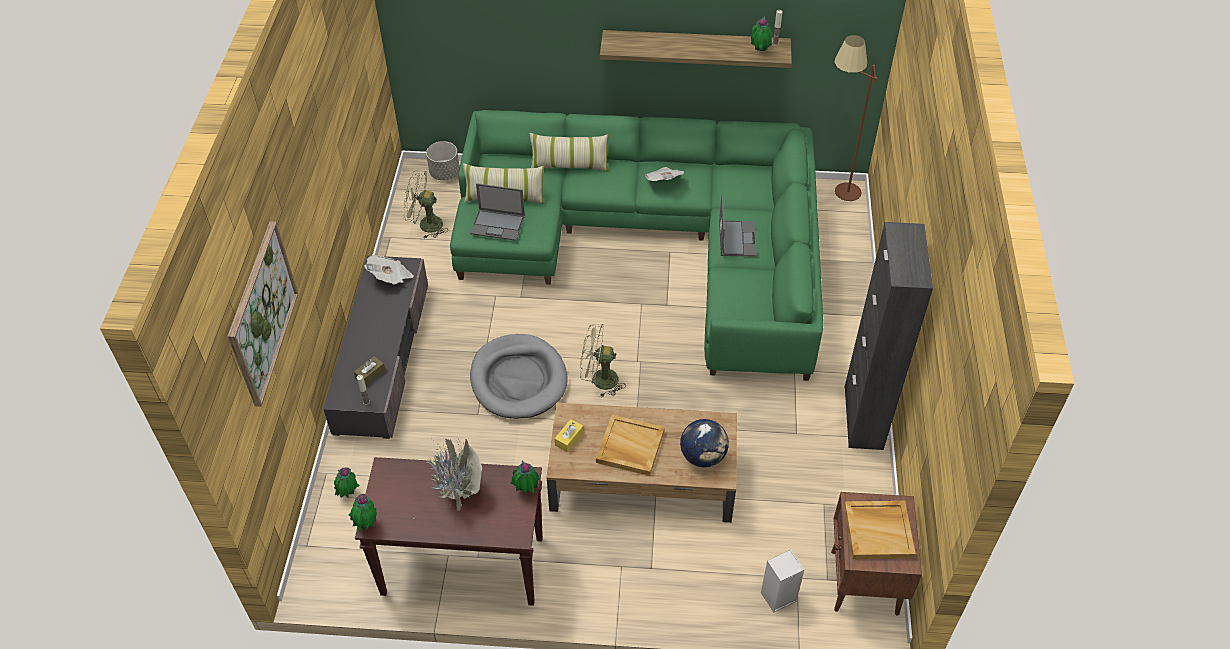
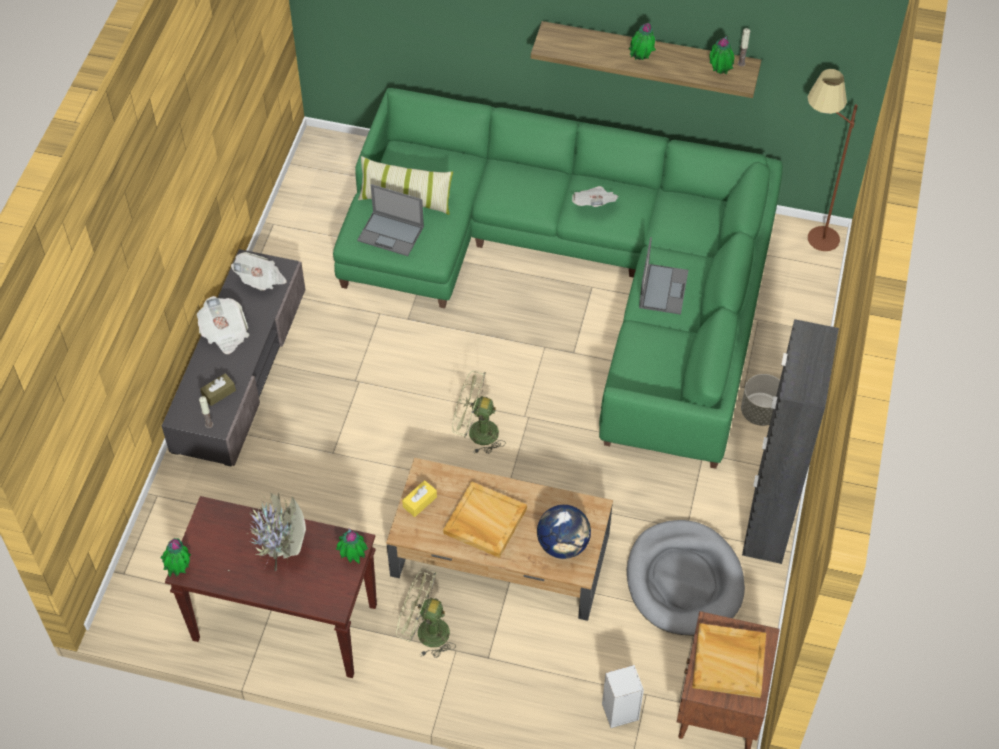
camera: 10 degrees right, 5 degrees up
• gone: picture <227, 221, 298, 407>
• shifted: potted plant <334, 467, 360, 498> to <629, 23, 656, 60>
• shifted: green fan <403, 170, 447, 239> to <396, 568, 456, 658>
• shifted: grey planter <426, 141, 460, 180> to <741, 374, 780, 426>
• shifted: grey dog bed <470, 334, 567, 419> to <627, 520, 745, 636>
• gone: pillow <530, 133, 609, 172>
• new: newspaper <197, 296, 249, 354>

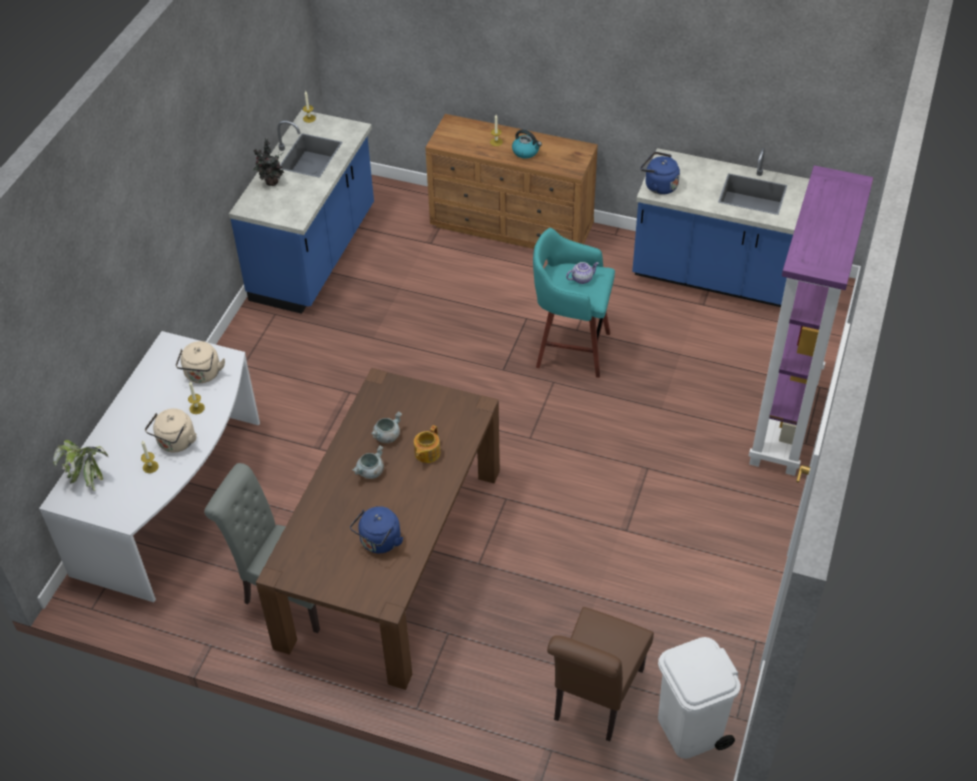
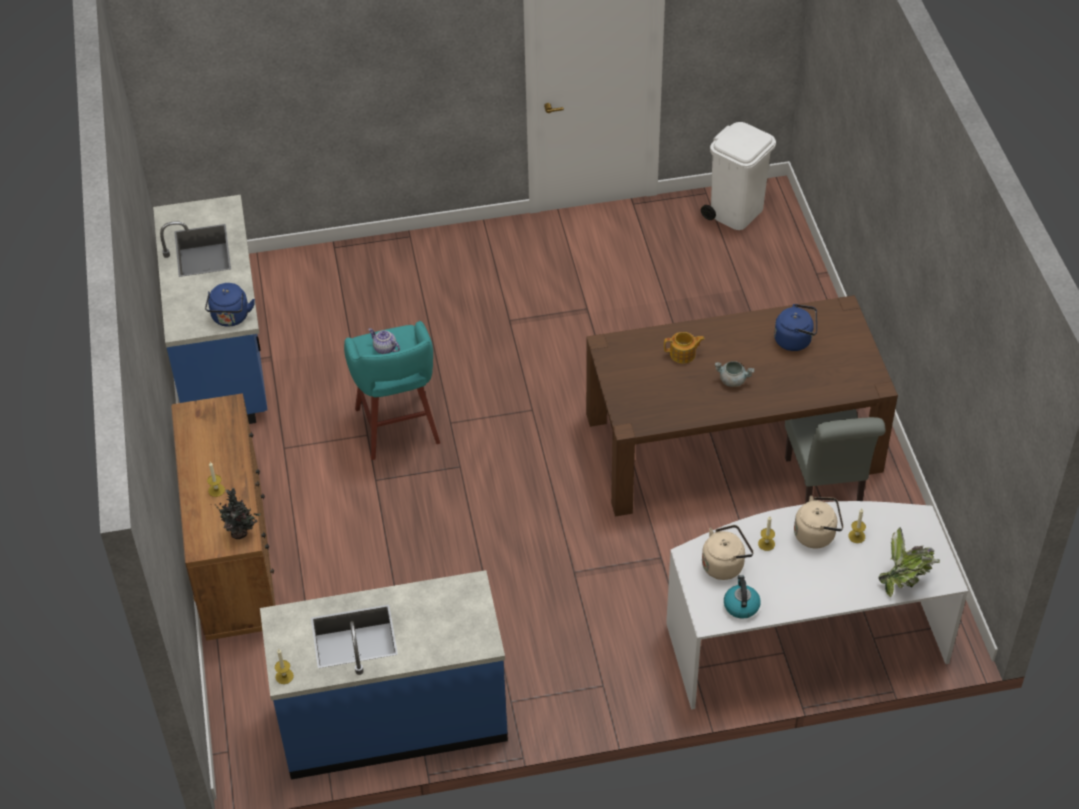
camera: 120 degrees left, 0 degrees up
• shifted: potted plant <253, 138, 284, 186> to <215, 488, 261, 539>
• gone: grey cooking pot <371, 411, 402, 443>
• shifted: kettle <512, 129, 542, 158> to <724, 575, 761, 619>
• gone: brown chair <547, 607, 654, 741>
• gone: purple bookcase <749, 165, 874, 476>

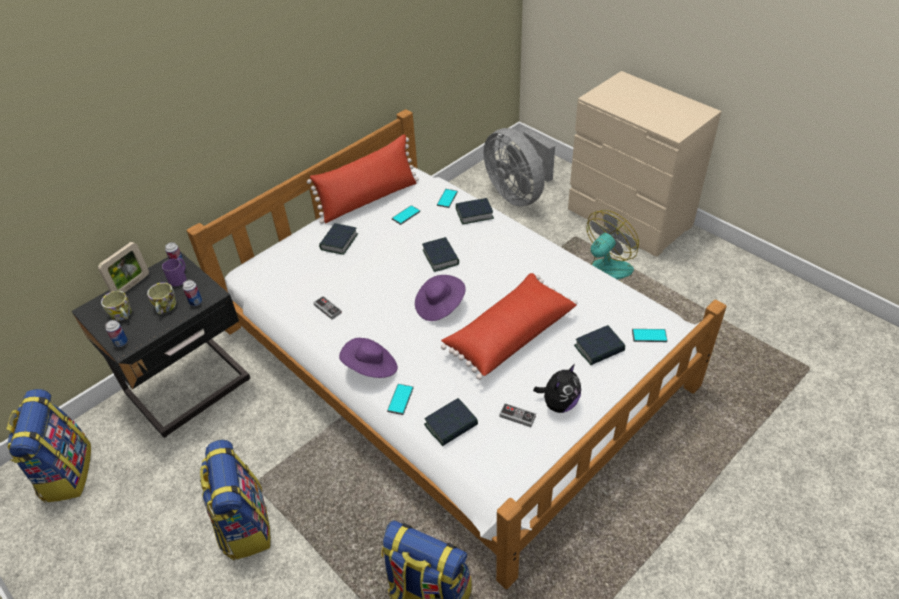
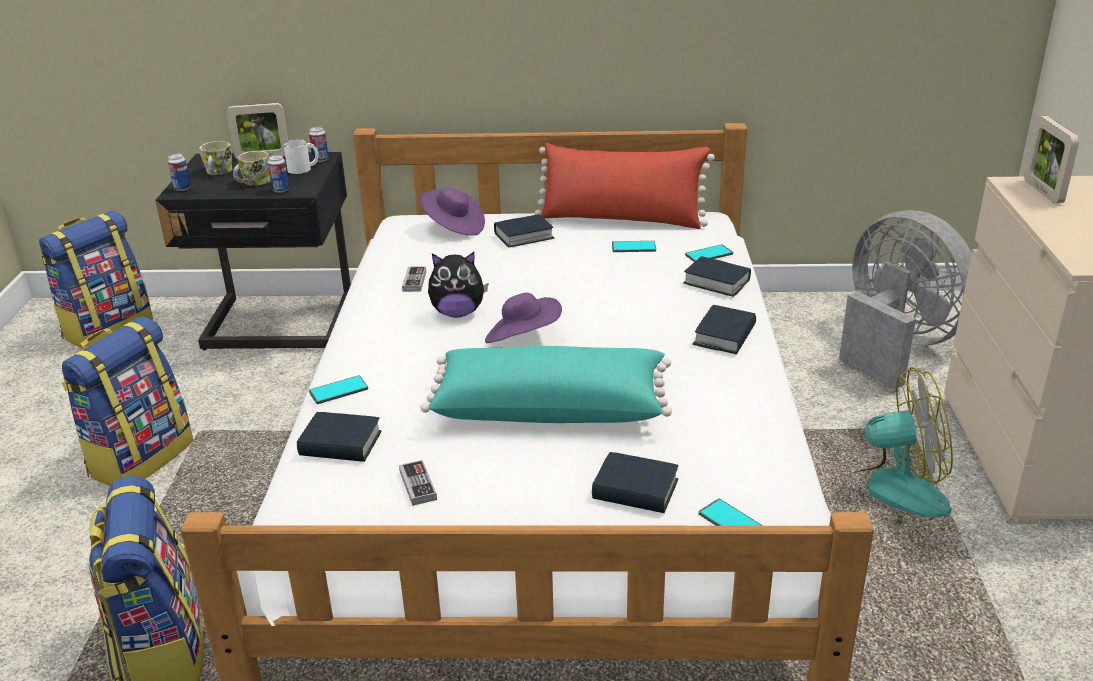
camera: 45 degrees right, 15 degrees down
• repainted: purple mug <162, 258, 187, 286> to white mug <284, 139, 319, 174>
• shifted: purple hat <339, 338, 398, 378> to <420, 187, 485, 236>
• shifted: book <422, 237, 459, 272> to <693, 305, 756, 354>
• repainted: red pillow <441, 273, 578, 380> to turquoise pillow <420, 346, 672, 423>
• rotated: grey fan <484, 128, 555, 206> = <839, 210, 972, 390> 135 degrees clockwise
• shifted: plush toy <533, 364, 581, 413> to <428, 252, 489, 318>
• new: picture frame <1024, 116, 1079, 203>

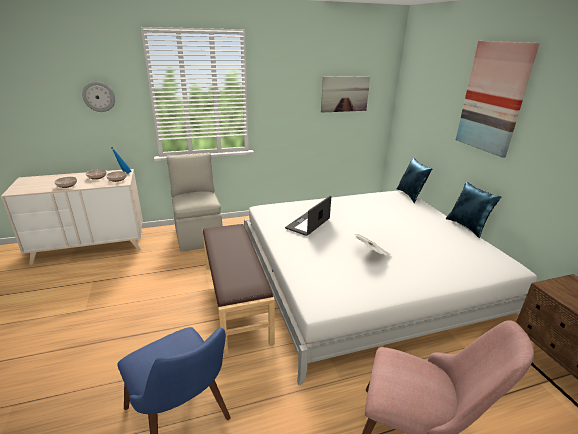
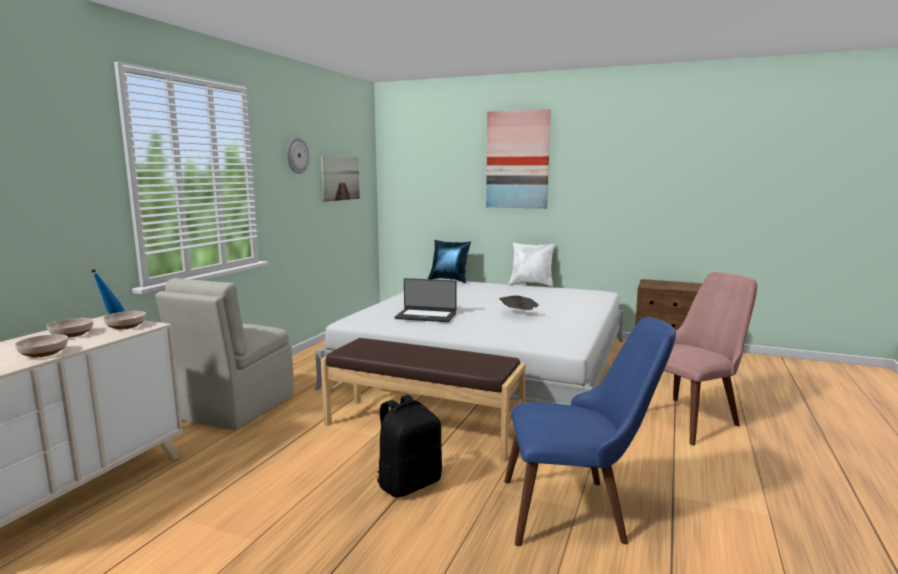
camera: 50 degrees left, 15 degrees down
• shifted: wall clock <82, 81, 115, 112> to <287, 137, 309, 174>
• rotated: beige chair <166, 153, 223, 251> = <155, 278, 294, 430> 90 degrees counterclockwise
• rotated: laptop <285, 196, 331, 236> = <394, 278, 456, 322> 60 degrees counterclockwise
• repainted: blue pillow <446, 182, 501, 238> to white pillow <509, 243, 555, 287>
• new: black backpack <377, 395, 442, 497>

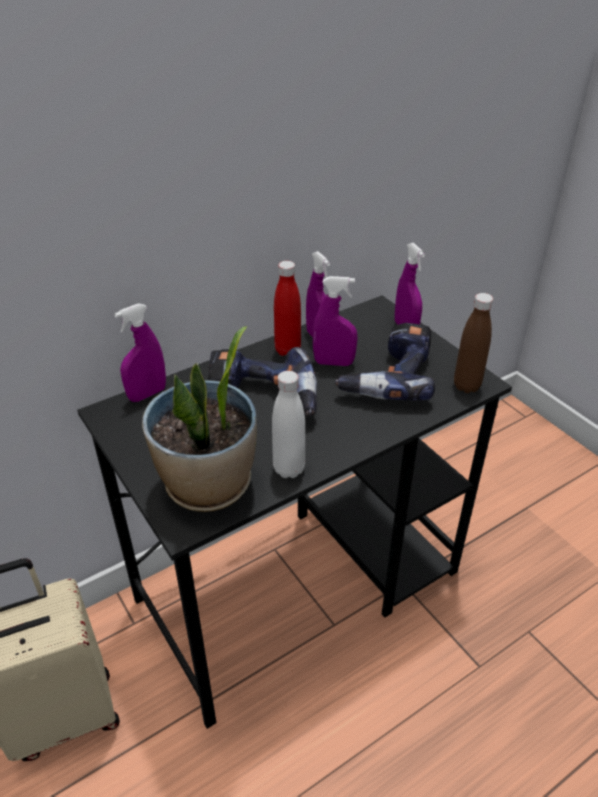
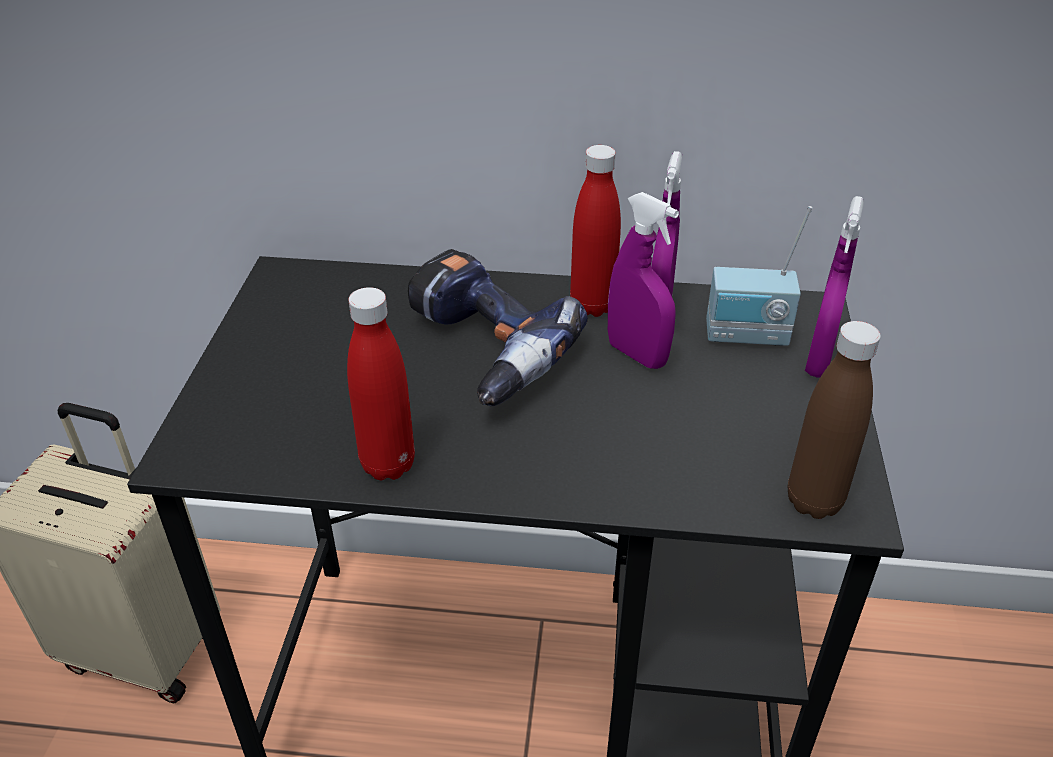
camera: 40 degrees right, 0 degrees up
• gone: purple spray bottle <114, 303, 166, 402>
• gone: potted plant <142, 326, 257, 512>
• repainted: white bottle <272, 371, 305, 478> to red bottle <347, 287, 415, 480>
• gone: power drill <335, 323, 435, 401>
• new: radio <706, 206, 813, 346>

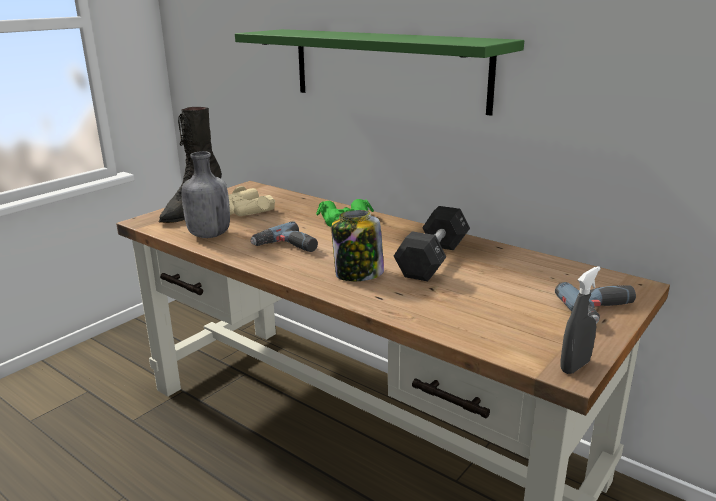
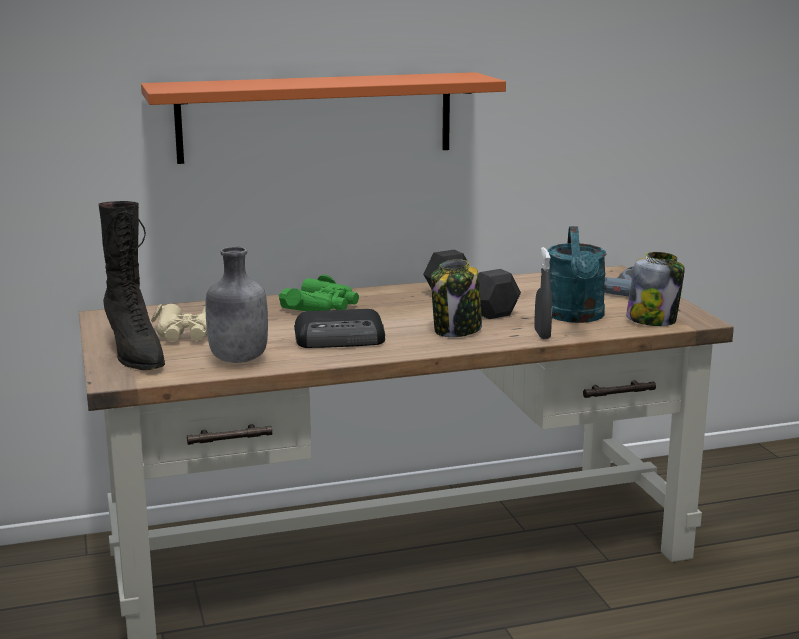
camera: 55 degrees left, 5 degrees down
• repainted: green shelf <235, 29, 524, 116> to orange shelf <141, 72, 506, 164>
• swapped: power drill <250, 221, 318, 252> to radio <294, 309, 385, 348>
• shifted: grey spray bottle <560, 266, 601, 374> to <534, 247, 552, 339>
• new: turquoise watering can <548, 226, 607, 323>
• new: jar <626, 252, 685, 326>

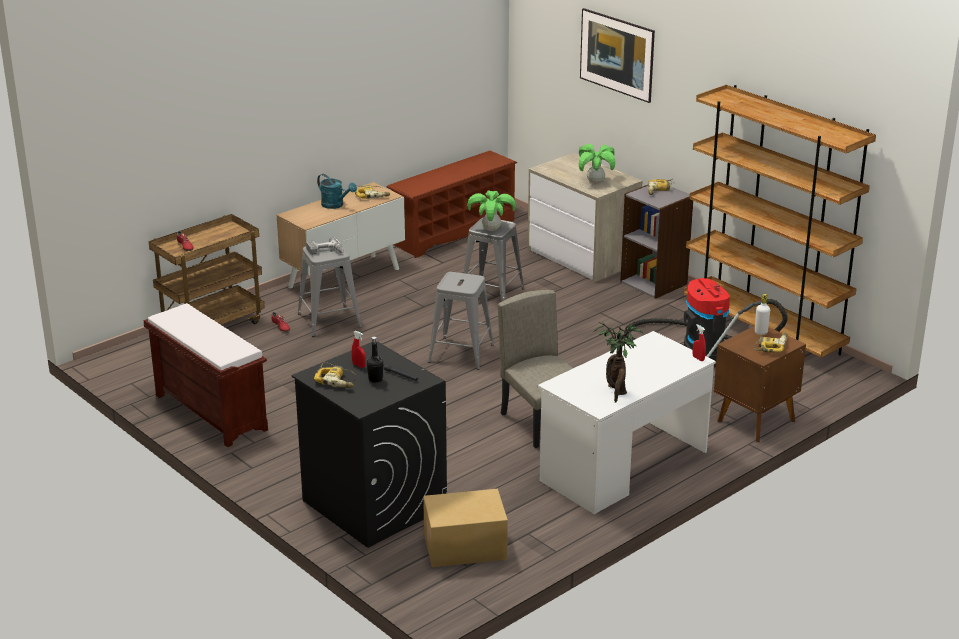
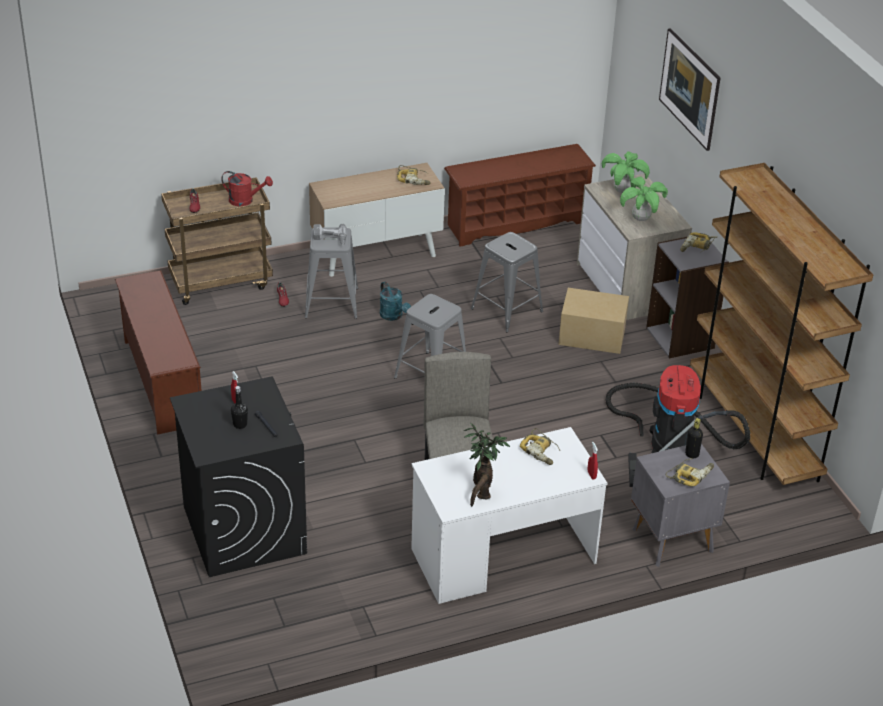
camera: 20 degrees right, 10 degrees up
• swapped: brown bench <144, 303, 268, 447> to brown shoe rack <115, 270, 202, 435>
• shifted: power drill <314, 362, 356, 388> to <520, 428, 560, 465>
• shifted: turquoise watering can <317, 174, 357, 209> to <380, 282, 411, 321>
• shifted: cardboard box <423, 489, 508, 567> to <559, 288, 629, 354>
• shifted: potted plant <467, 190, 516, 231> to <602, 151, 650, 193>
• repainted: brown nightstand <714, 326, 806, 442> to grey nightstand <631, 444, 730, 567>
• repainted: white bottle <755, 294, 770, 335> to black bottle <685, 418, 703, 458>
• new: red watering can <221, 171, 273, 207>

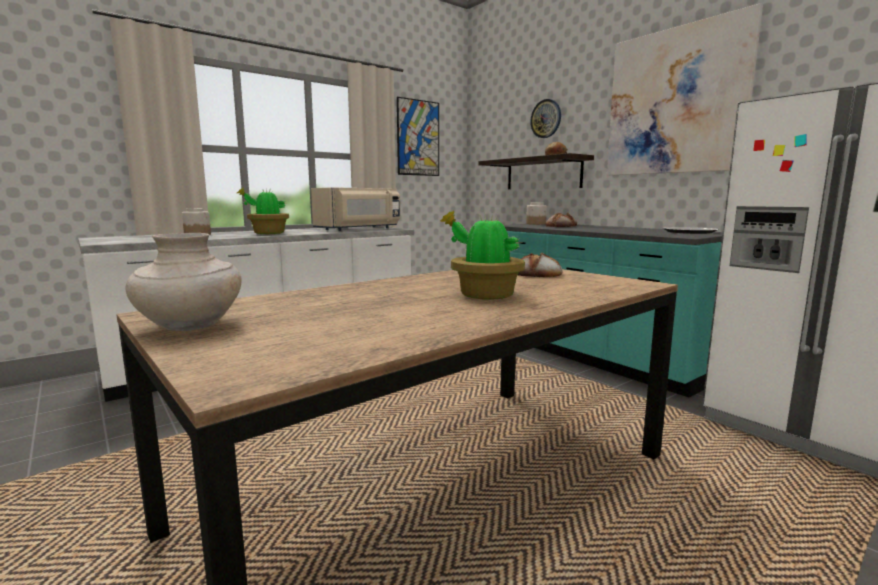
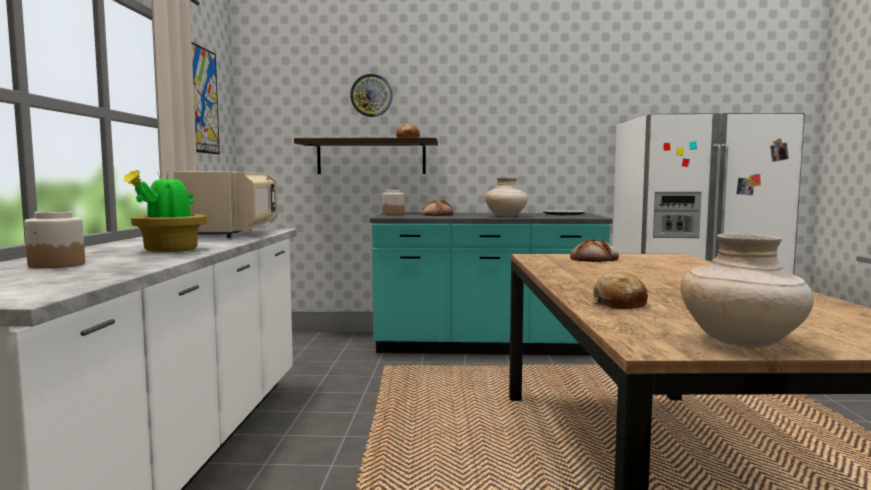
camera: 50 degrees left, 5 degrees down
• gone: potted plant <440, 210, 525, 300>
• gone: picture <607, 3, 763, 175>
• new: beige vase <485, 178, 528, 217>
• new: bread <593, 271, 648, 309>

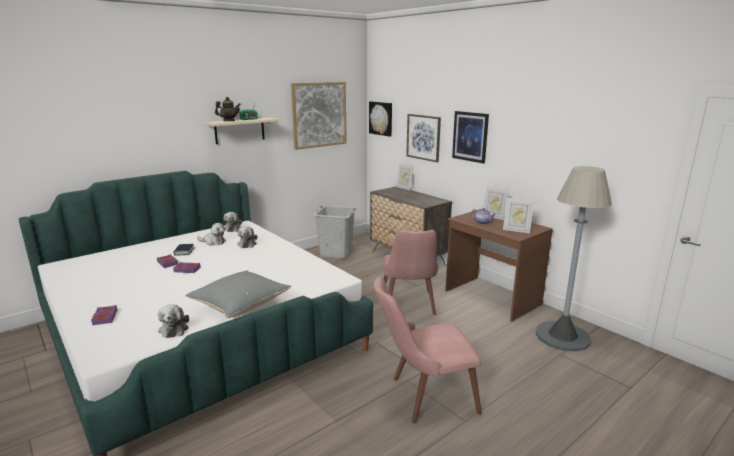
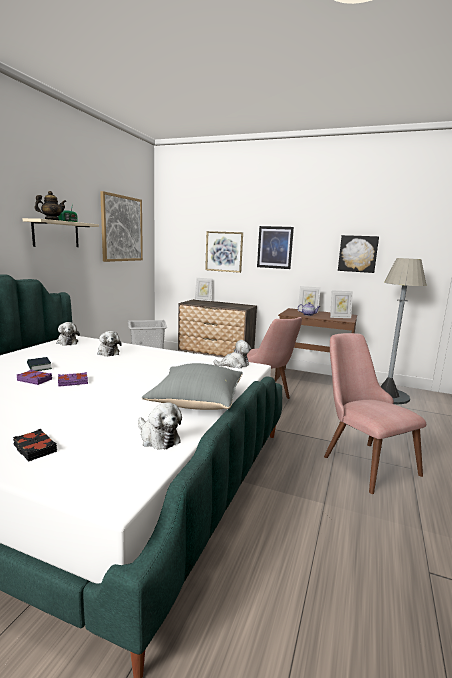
camera: 30 degrees left, 5 degrees down
• repainted: purple book <91, 305, 118, 325> to black book <13, 429, 57, 462>
• shifted: plush toy <197, 223, 226, 246> to <213, 340, 251, 369>
• shifted: picture <369, 101, 392, 137> to <338, 235, 379, 273>
• rotated: pink chair <374, 277, 482, 423> = <324, 333, 426, 494> 105 degrees clockwise

